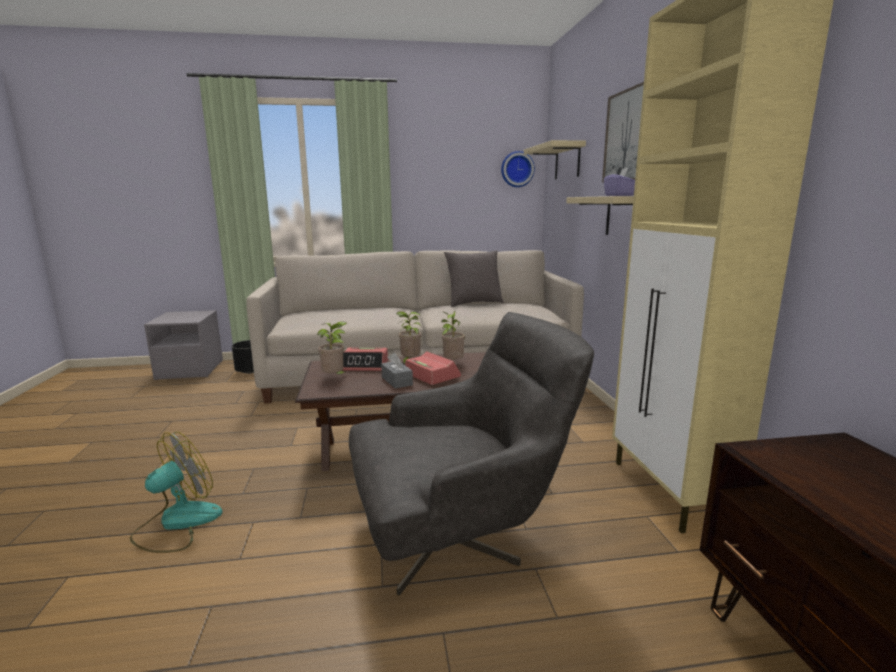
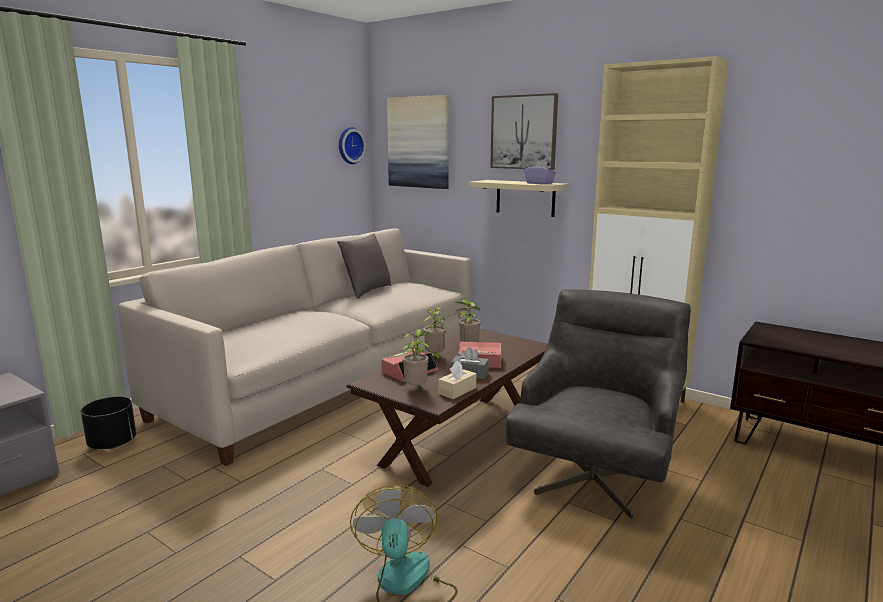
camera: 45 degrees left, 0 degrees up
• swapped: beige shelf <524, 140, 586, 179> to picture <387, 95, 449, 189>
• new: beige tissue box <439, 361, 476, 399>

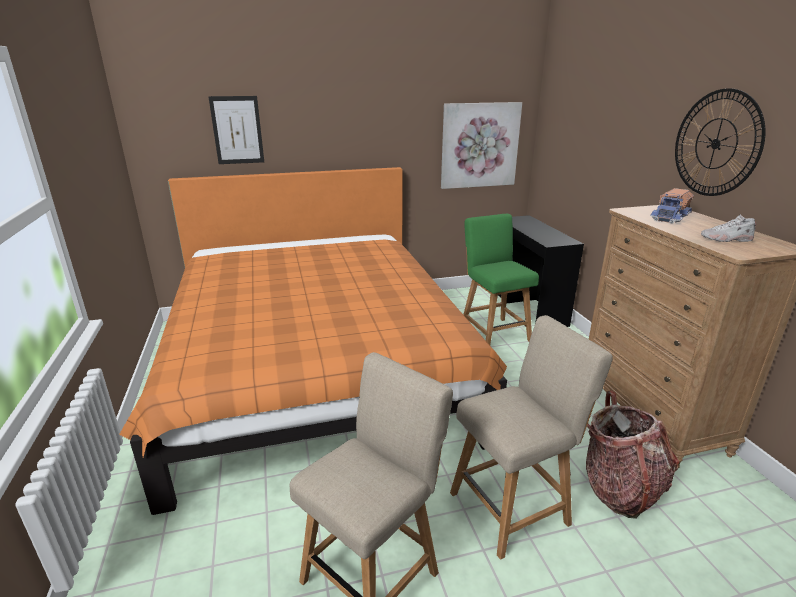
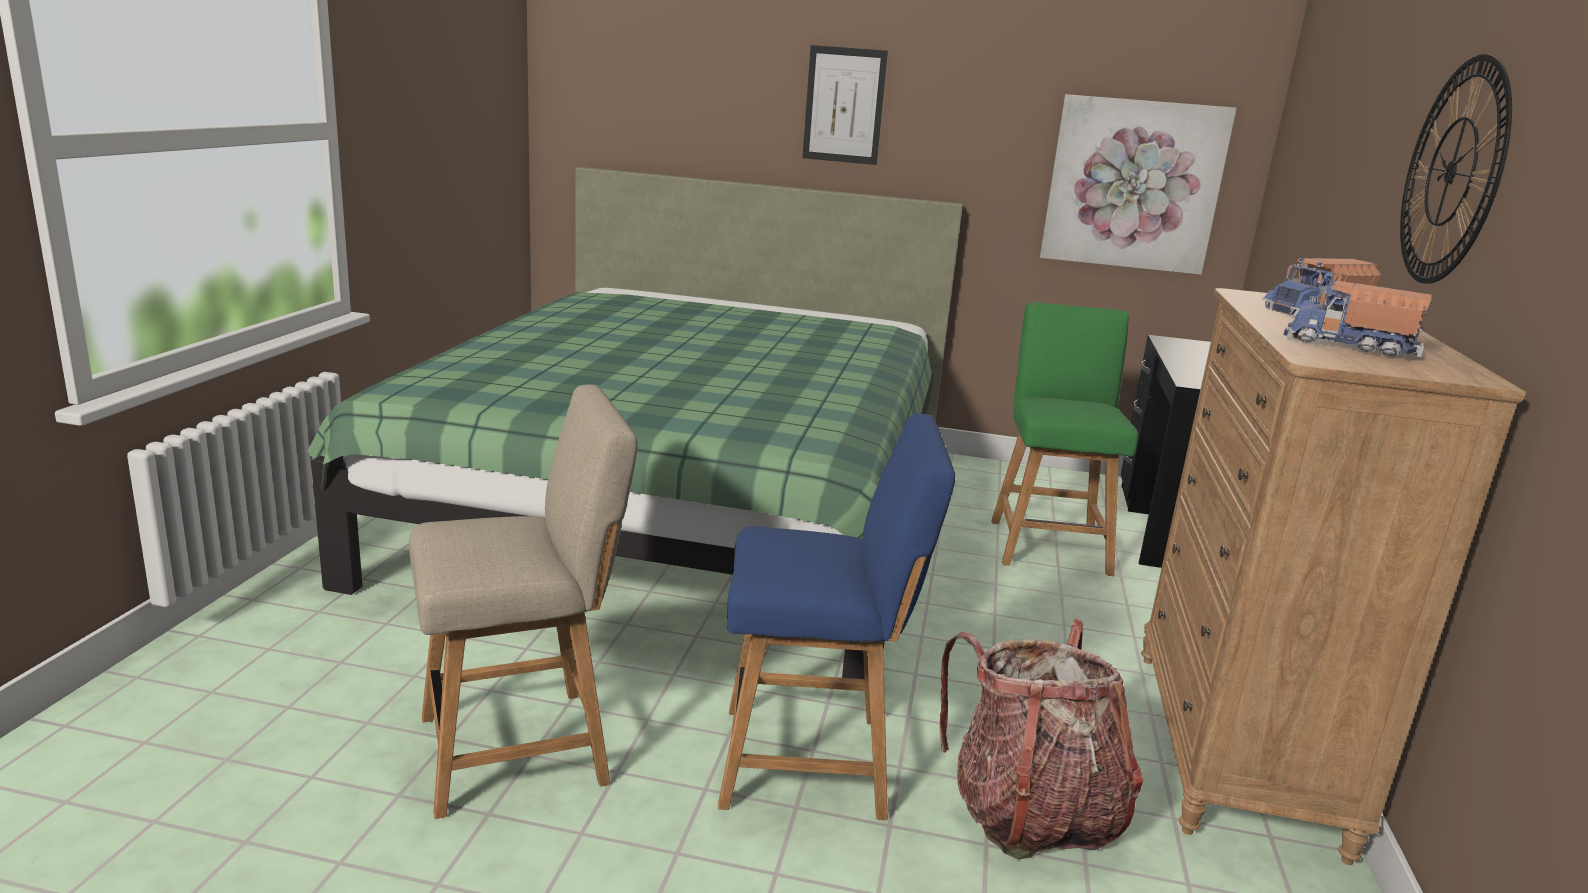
camera: 25 degrees right, 5 degrees down
• repainted: orange bed <119, 167, 507, 515> to green bed <308, 167, 963, 679>
• shifted: picture <209, 96, 264, 164> to <802, 45, 888, 165>
• repainted: beige chair <450, 315, 613, 560> to blue chair <718, 414, 956, 820>
• swapped: white shoe <701, 215, 757, 242> to toy truck <1284, 280, 1432, 357>

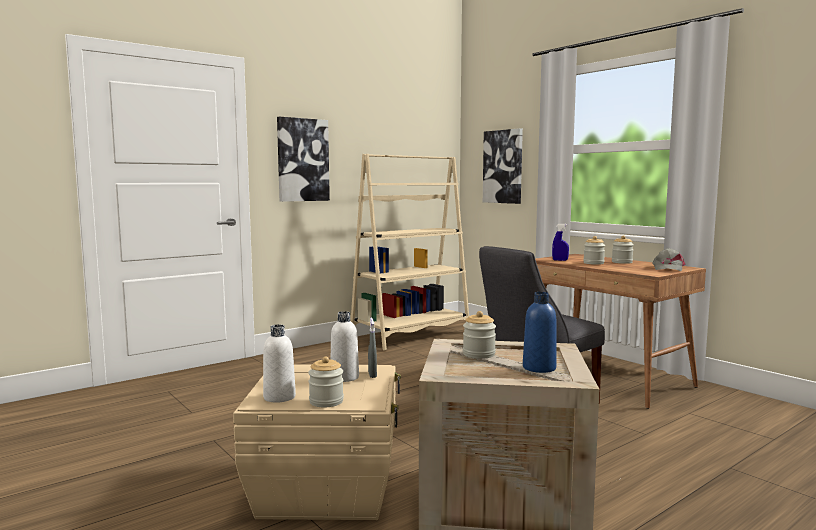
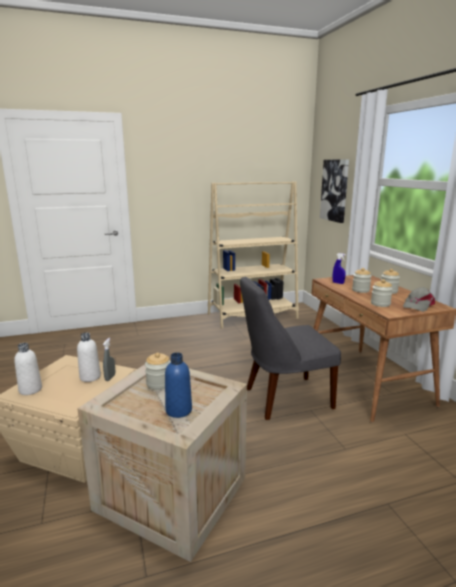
camera: 20 degrees right, 10 degrees up
• gone: picture <277, 117, 330, 202>
• shifted: jar <308, 356, 344, 407> to <371, 279, 393, 307>

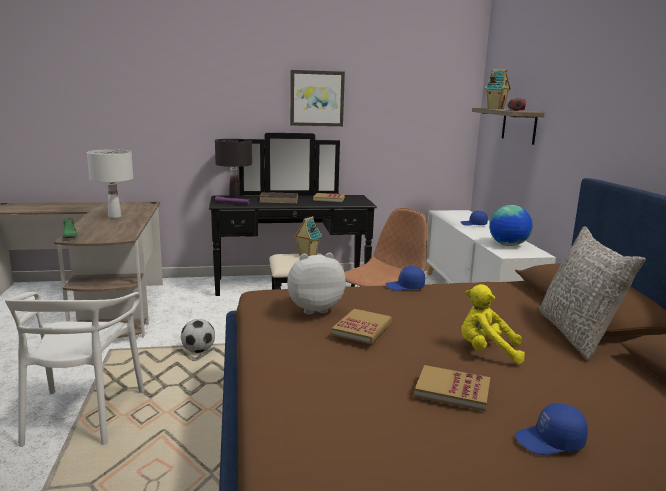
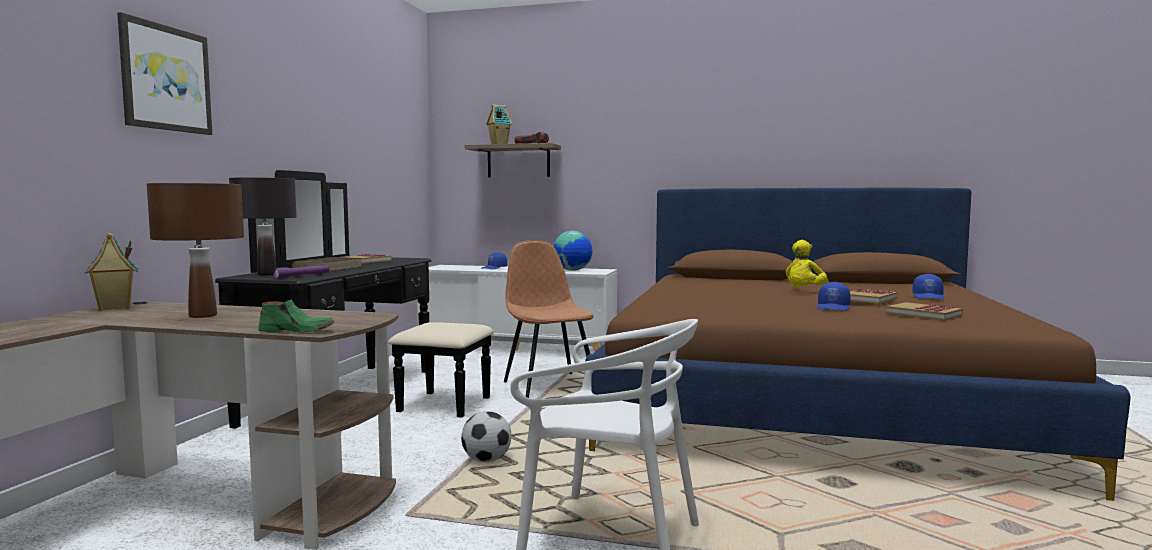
camera: 65 degrees left, 10 degrees down
• repainted: white table lamp <87, 149, 133, 218> to brown table lamp <147, 183, 244, 318>
• gone: plush toy <287, 253, 346, 314>
• shifted: picture <290, 70, 345, 126> to <117, 12, 212, 135>
• shifted: toy house <294, 216, 322, 256> to <85, 233, 138, 311>
• shifted: book <331, 309, 392, 344> to <886, 302, 963, 321>
• shifted: blue cap <386, 266, 425, 291> to <817, 282, 851, 311>
• gone: grey pillow <539, 226, 646, 360>

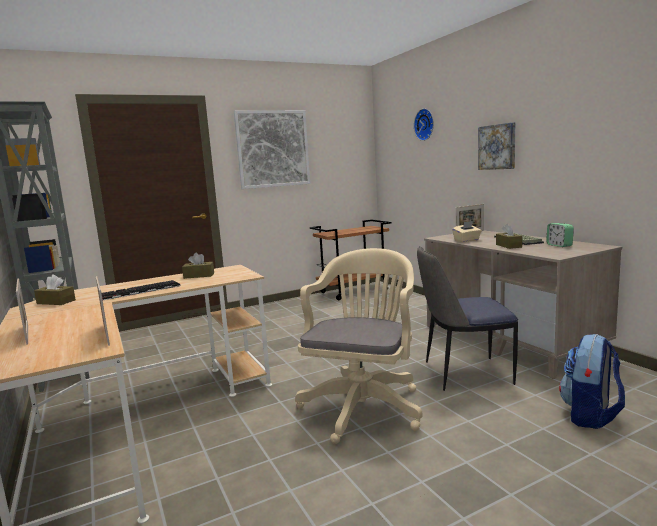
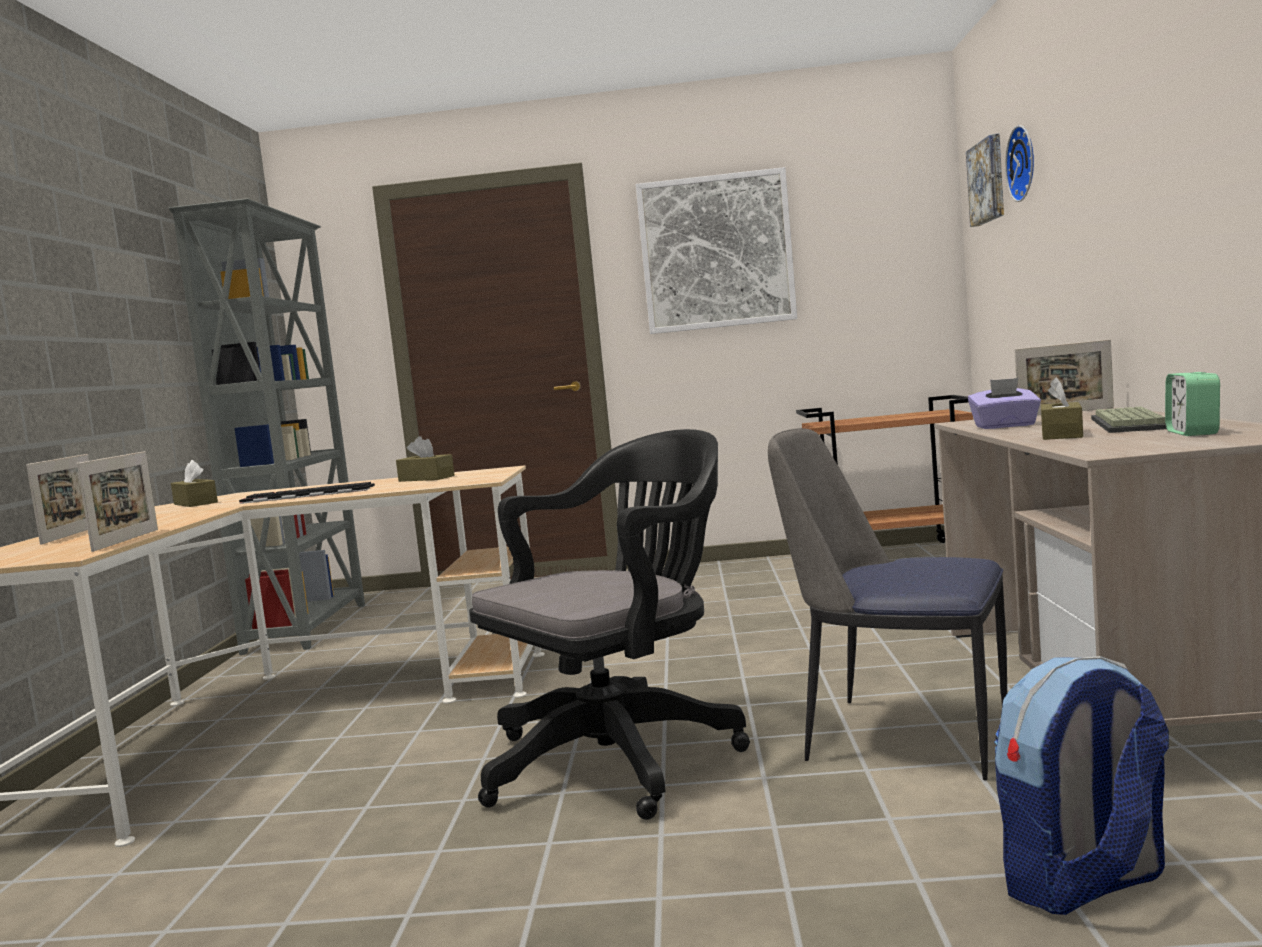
camera: 30 degrees right, 5 degrees down
• repainted: beige office chair <295, 248, 423, 444> to black office chair <469, 429, 750, 820>
• repainted: beige tissue box <452, 221, 482, 242> to purple tissue box <968, 378, 1041, 429>
• shifted: picture <478, 122, 515, 170> to <966, 134, 1004, 227>

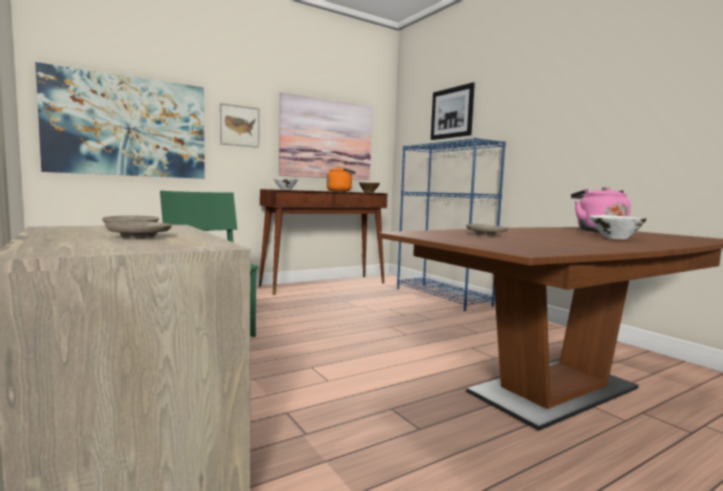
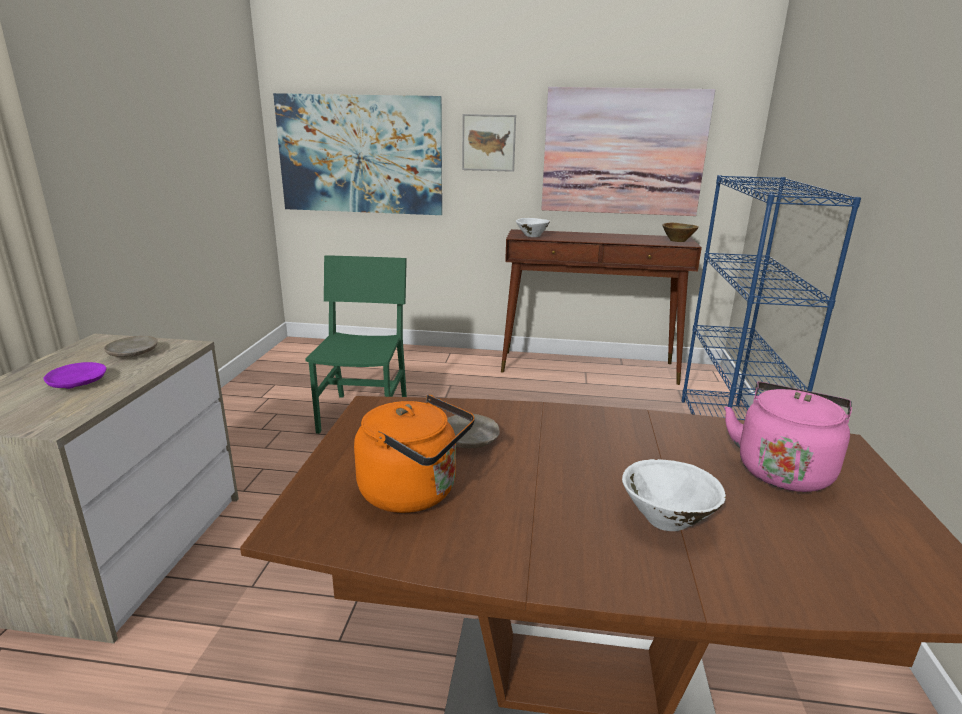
camera: 40 degrees right, 15 degrees up
• repainted: beige plate <105, 221, 172, 238> to purple plate <44, 362, 106, 389>
• shifted: orange kettle <327, 166, 356, 192> to <354, 395, 475, 513>
• gone: picture <431, 82, 475, 140>

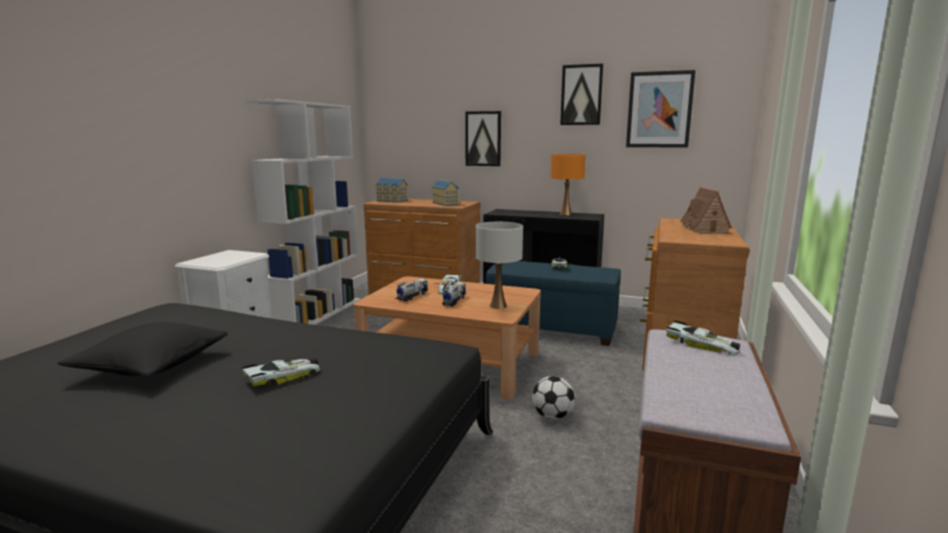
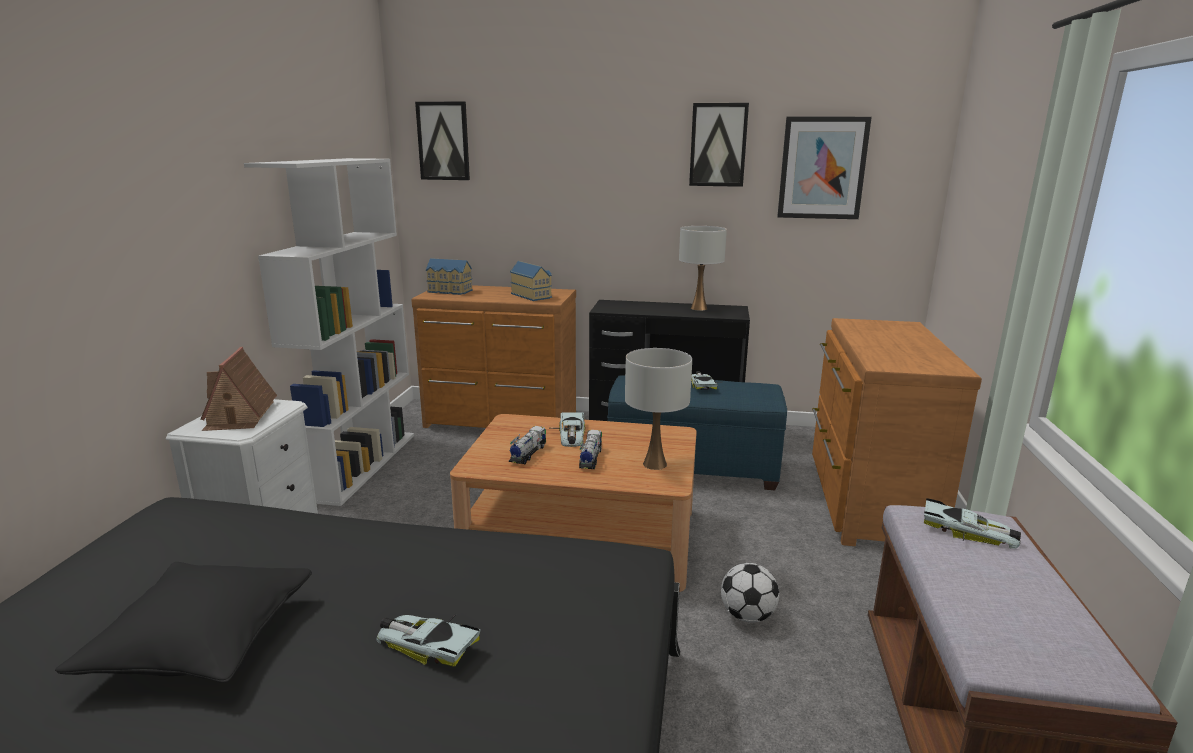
camera: 10 degrees left, 5 degrees up
• rotated: toy car <242, 358, 320, 386> = <376, 614, 481, 667> 105 degrees counterclockwise
• shifted: picture <465, 111, 501, 166> to <415, 102, 470, 180>
• repainted: orange table lamp <551, 154, 586, 215> to white table lamp <679, 226, 727, 311>
• shifted: toy house <680, 187, 732, 234> to <200, 347, 277, 431>

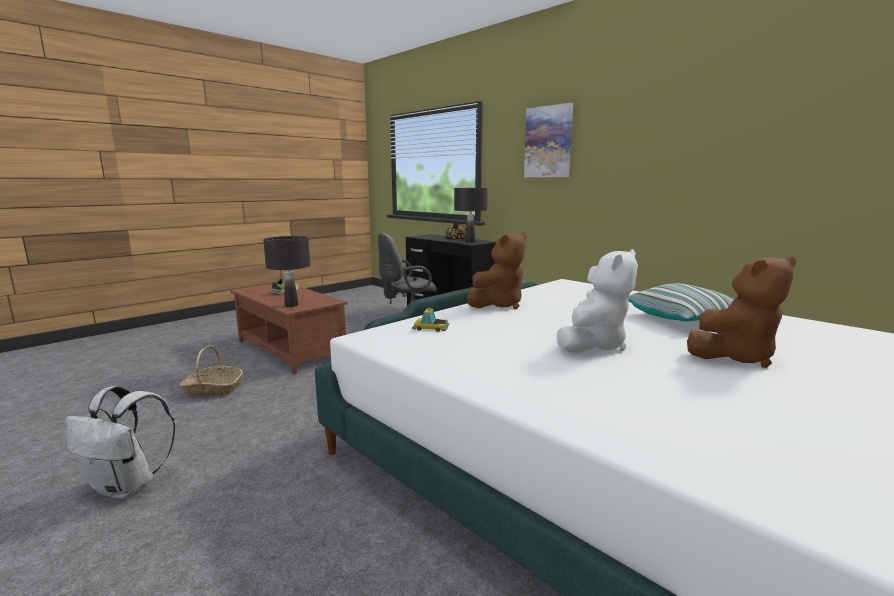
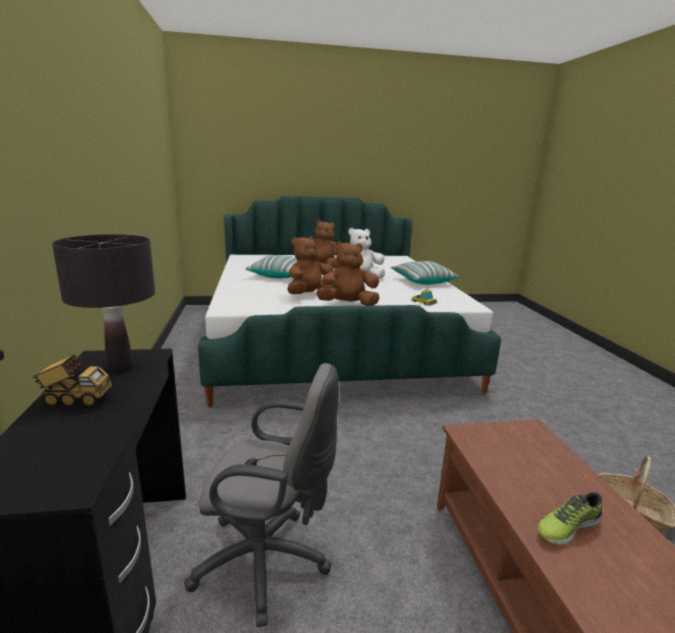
camera: 145 degrees left, 5 degrees up
• gone: white backpack <65, 386, 175, 499>
• gone: black table lamp <263, 236, 310, 307>
• gone: picture <524, 103, 573, 177>
• new: brown plush toy <287, 236, 333, 294>
• new: pillow <391, 261, 459, 285>

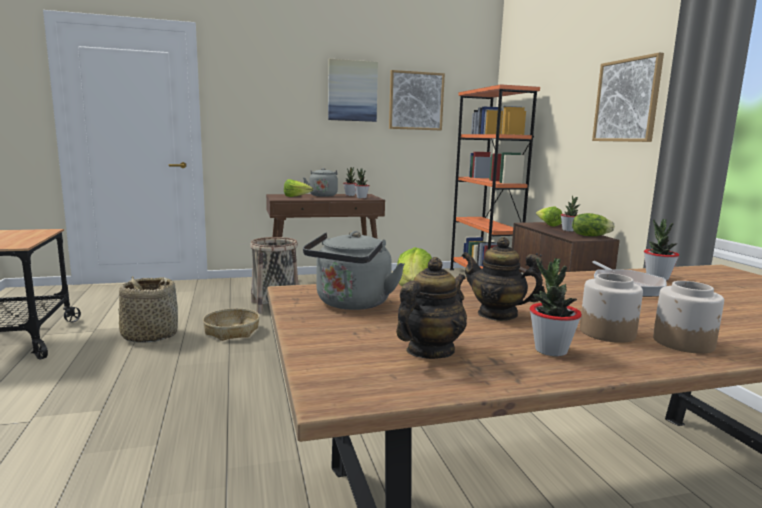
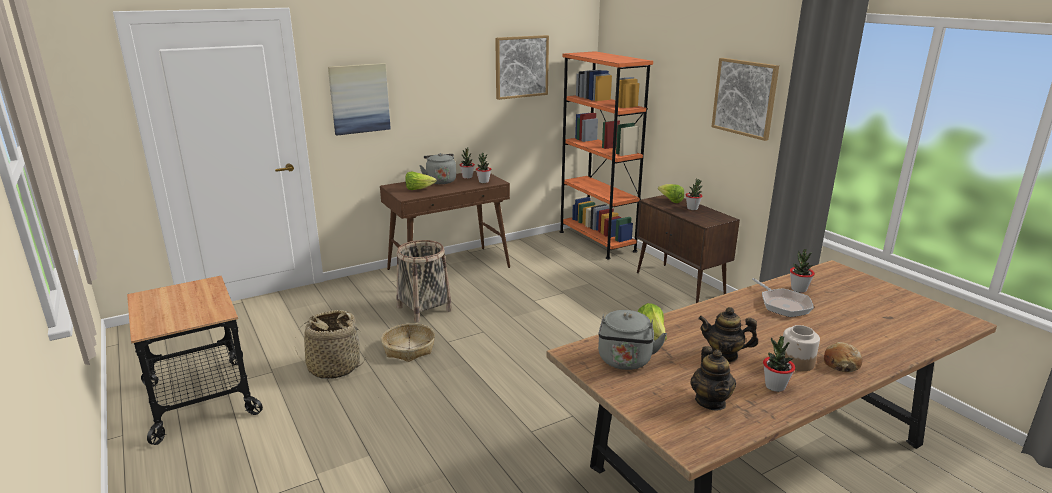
camera: 15 degrees left, 10 degrees up
• shifted: picture <328, 59, 378, 122> to <328, 63, 391, 136>
• rotated: teapot <396, 257, 467, 359> = <690, 346, 736, 411> 150 degrees clockwise
• gone: lettuce <572, 213, 615, 236>
• swapped: jar <653, 281, 724, 354> to bread <824, 342, 863, 373>

